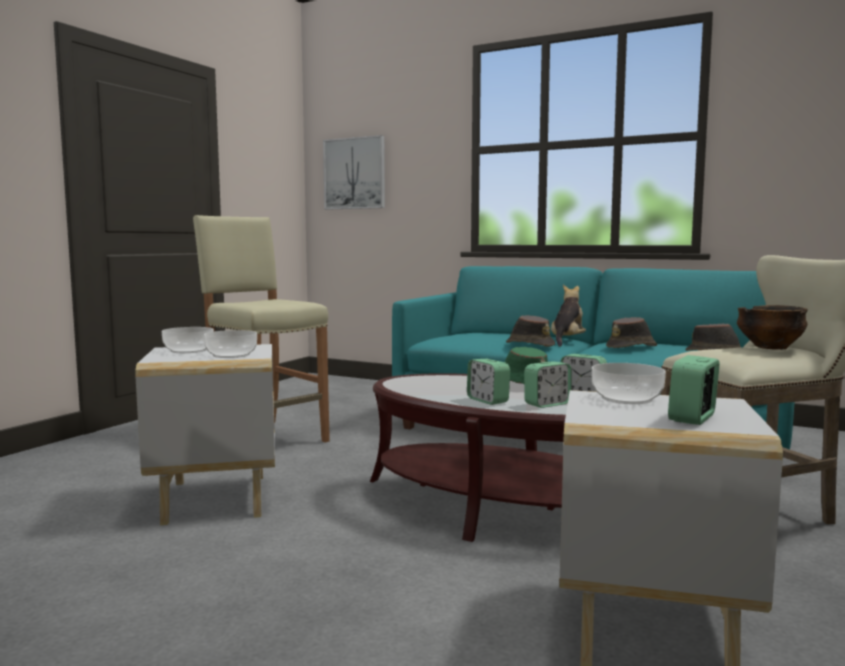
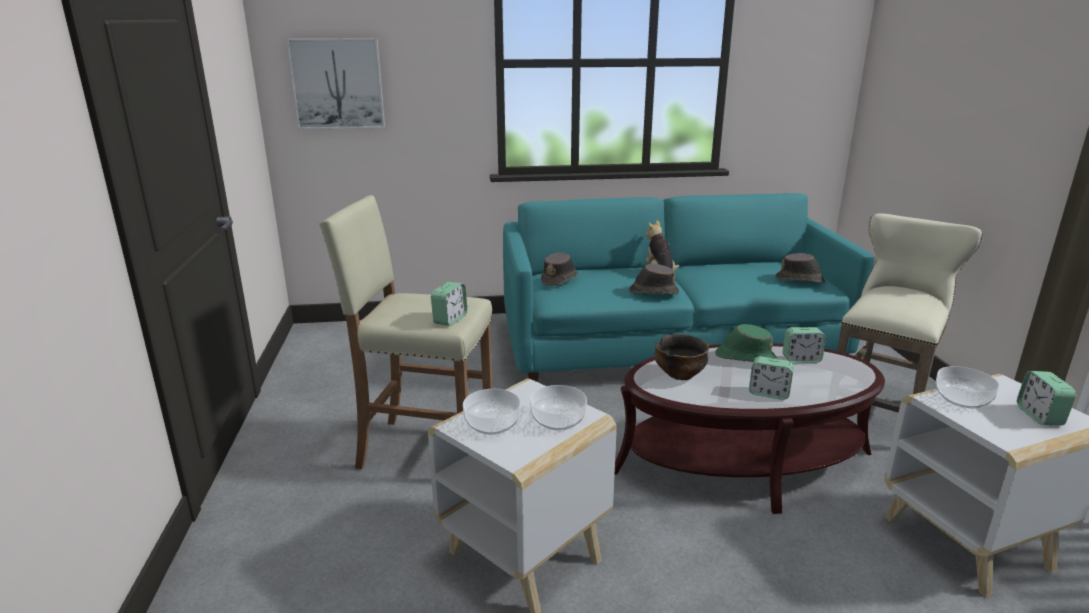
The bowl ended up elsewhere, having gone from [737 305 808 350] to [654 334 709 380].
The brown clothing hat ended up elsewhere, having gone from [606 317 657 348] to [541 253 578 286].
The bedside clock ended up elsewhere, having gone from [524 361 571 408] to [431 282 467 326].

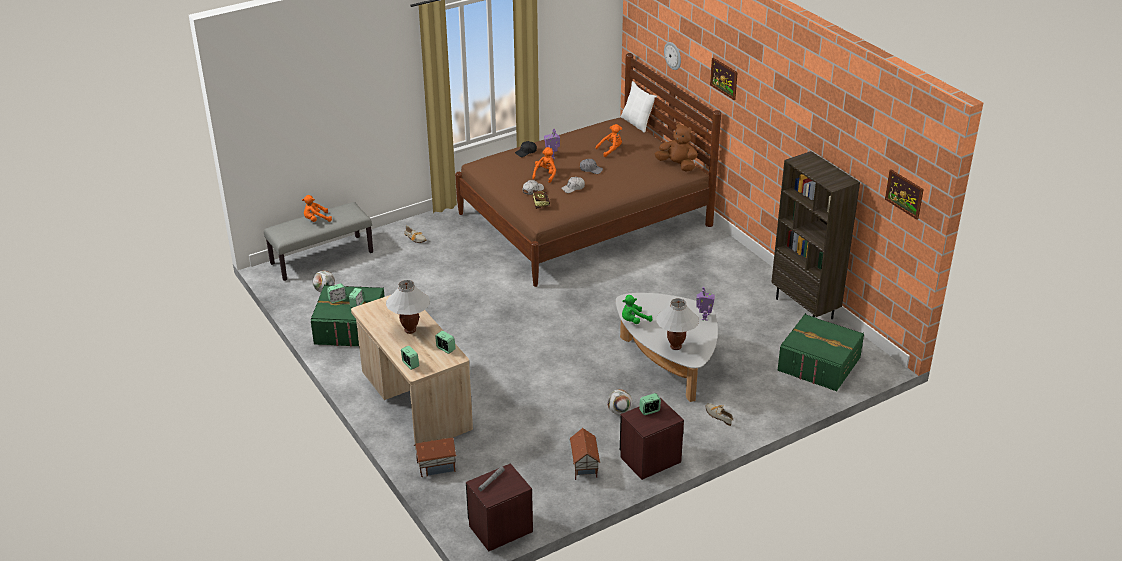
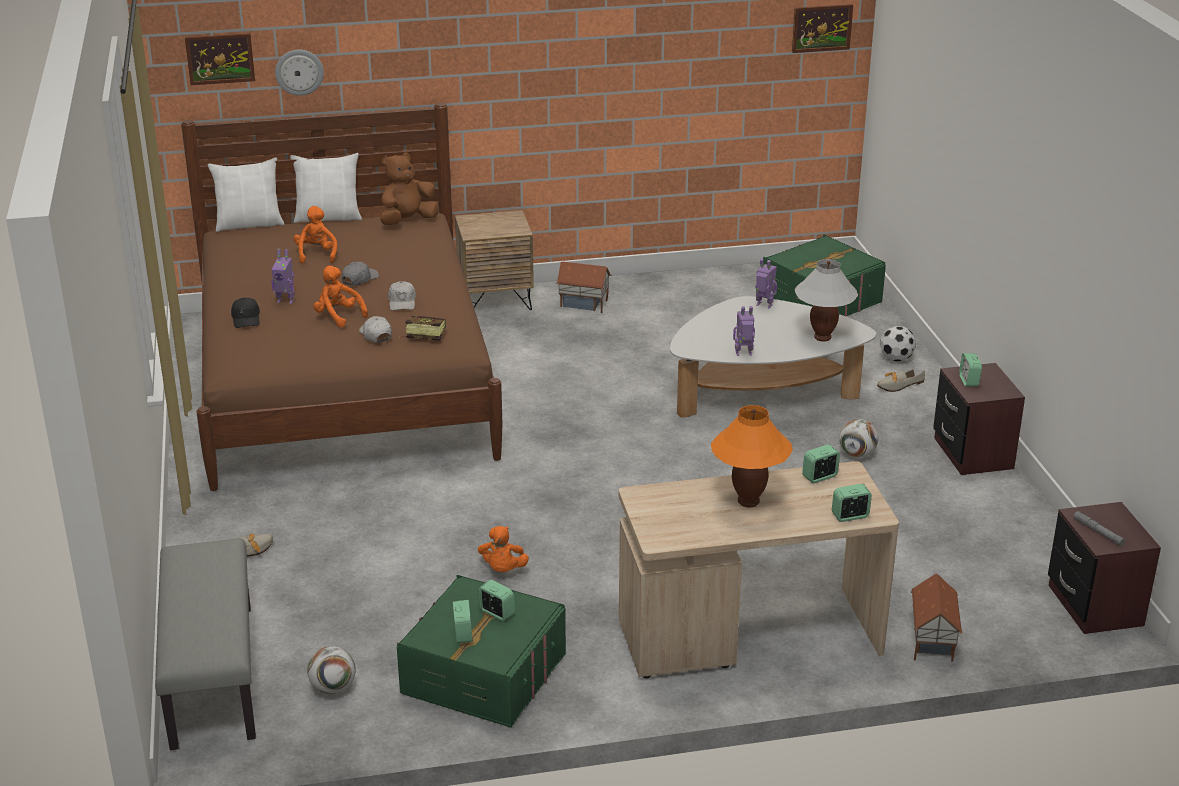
The wall picture ended up elsewhere, having gone from [710 58 738 100] to [185 33 255 85].
The second view lost the brown bookshelf at [771 151 860 319].
The orange soft toy ended up elsewhere, having gone from [302 195 332 222] to [478 526 529 572].
What was the whitish table lamp at [386 280 430 334] turned into the orange table lamp at [711 405 793 507].
Where the green soft toy stood at [622 295 652 324], the robot figure came to stand at [733 306 755 356].
The model house ended up elsewhere, having gone from [569 428 601 480] to [556 262 612 313].
The second view gained the whitish pillow at [290 153 362 223].
The second view gained the brown bedside table at [455 210 534 310].
The second view gained the ball for football at [880 326 916 362].

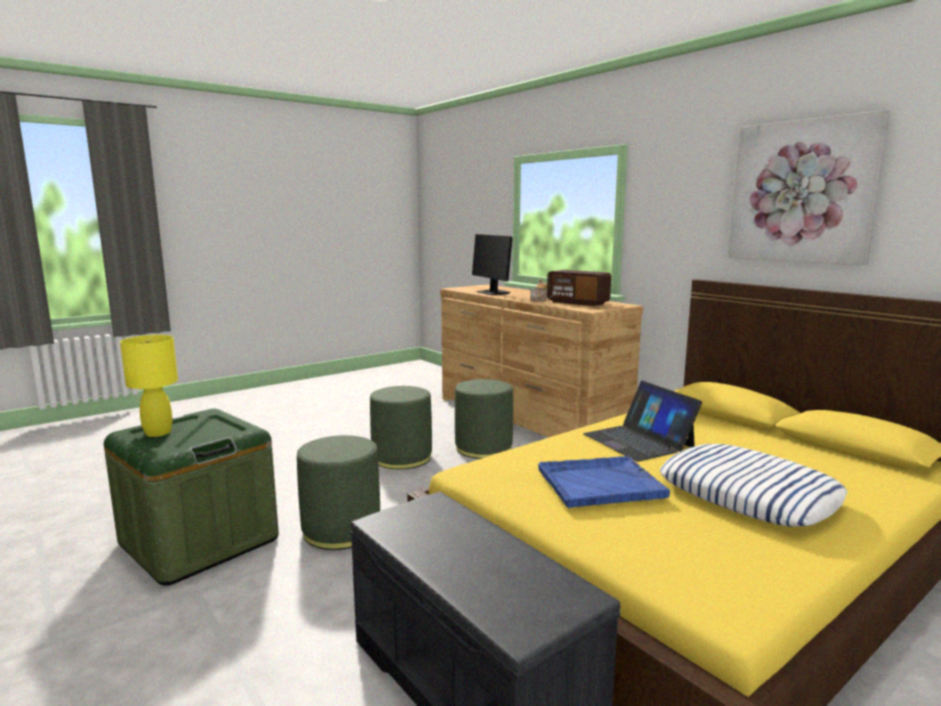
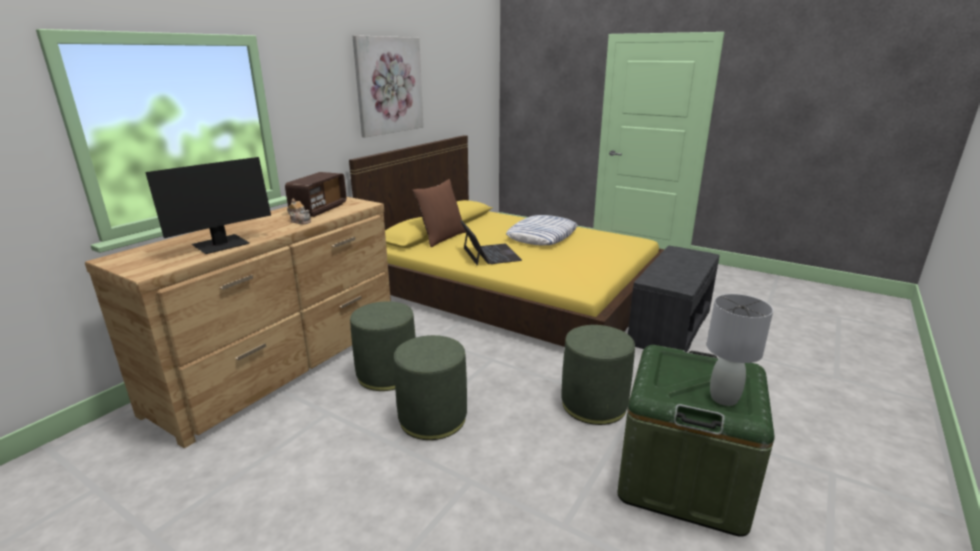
What was the yellow table lamp at [120 335 178 437] turned into the grey table lamp at [707 294 773 406].
The portable computer at [583 381 702 462] ended up facing another way, 60 degrees counterclockwise from before.
The second view lost the bluish tray at [538 456 670 508].
The second view gained the brown pillow at [412 179 466 247].

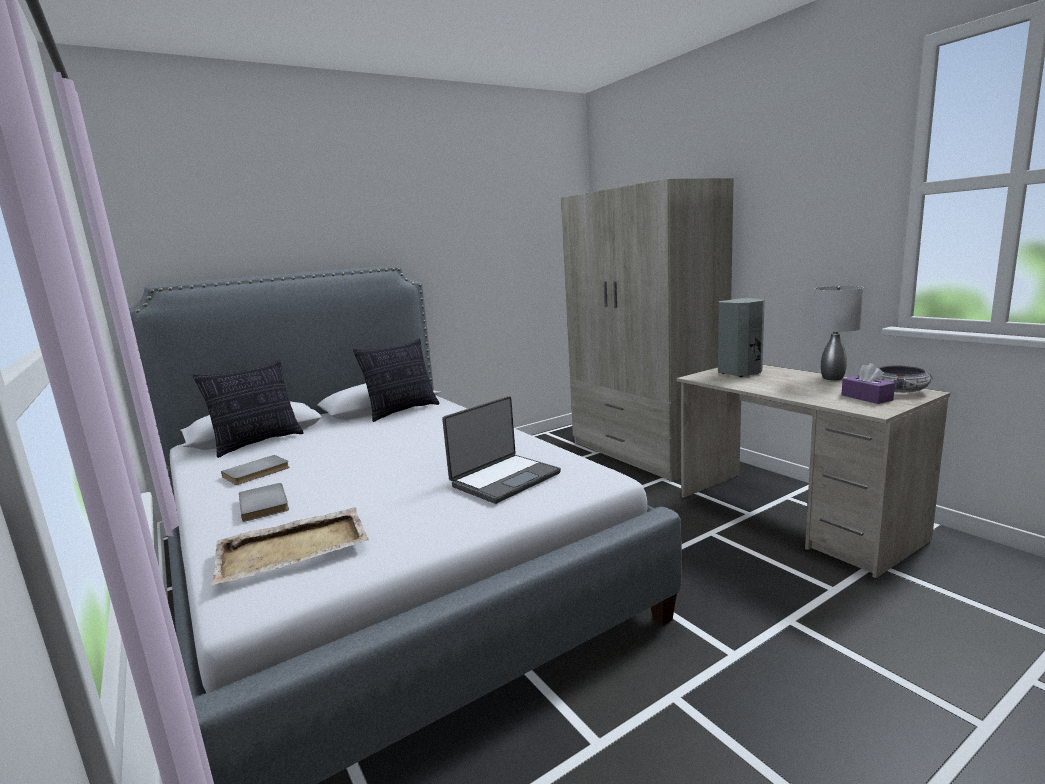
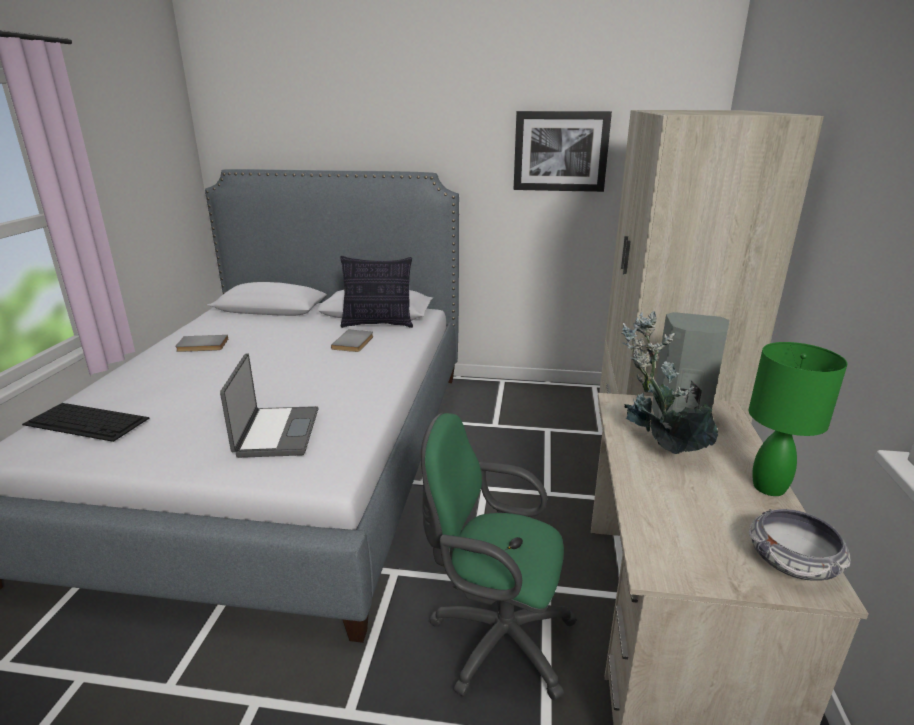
What was the grey table lamp at [812 286 864 380] turned into the green table lamp at [749 342 847 496].
The second view lost the pillow at [193 360 304 458].
The second view lost the purple-coloured tissue box at [841 363 895 404].
The portable computer at [442 396 561 504] ended up facing another way, 90 degrees counterclockwise from before.
The grey volume ended up elsewhere, having gone from [239 483 289 522] to [331 329 373 352].
Where the beige tray stood at [211 507 369 585], the computer keyboard came to stand at [22 403 149 442].
The second view gained the wall picture at [514 111 612 192].
The second view gained the houseplant at [622 311 718 454].
The second view gained the green desk chair at [421 412 577 701].

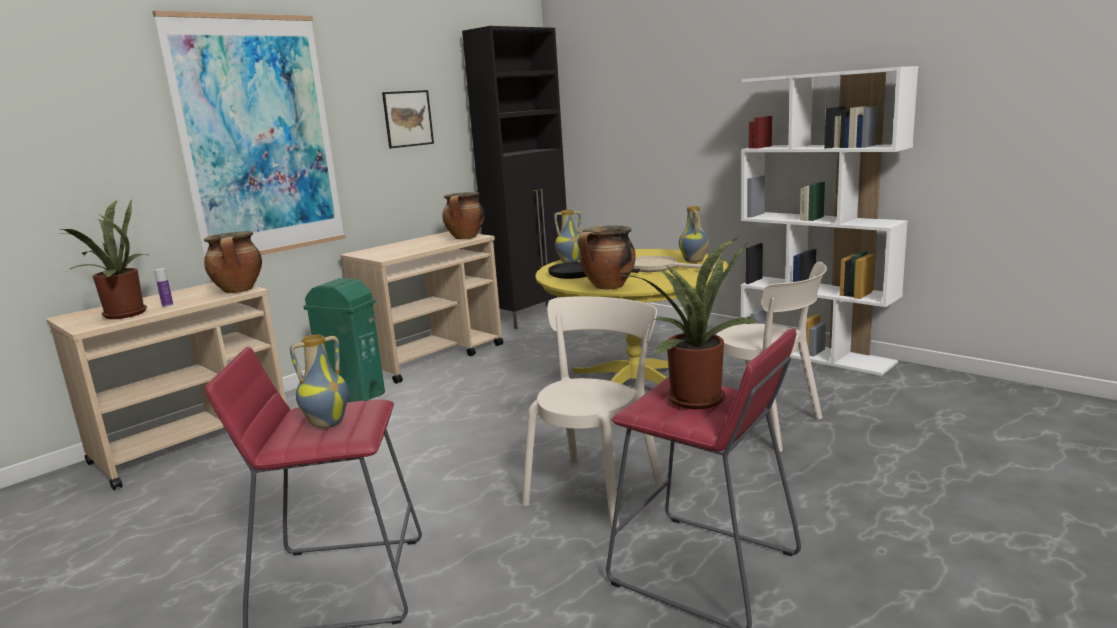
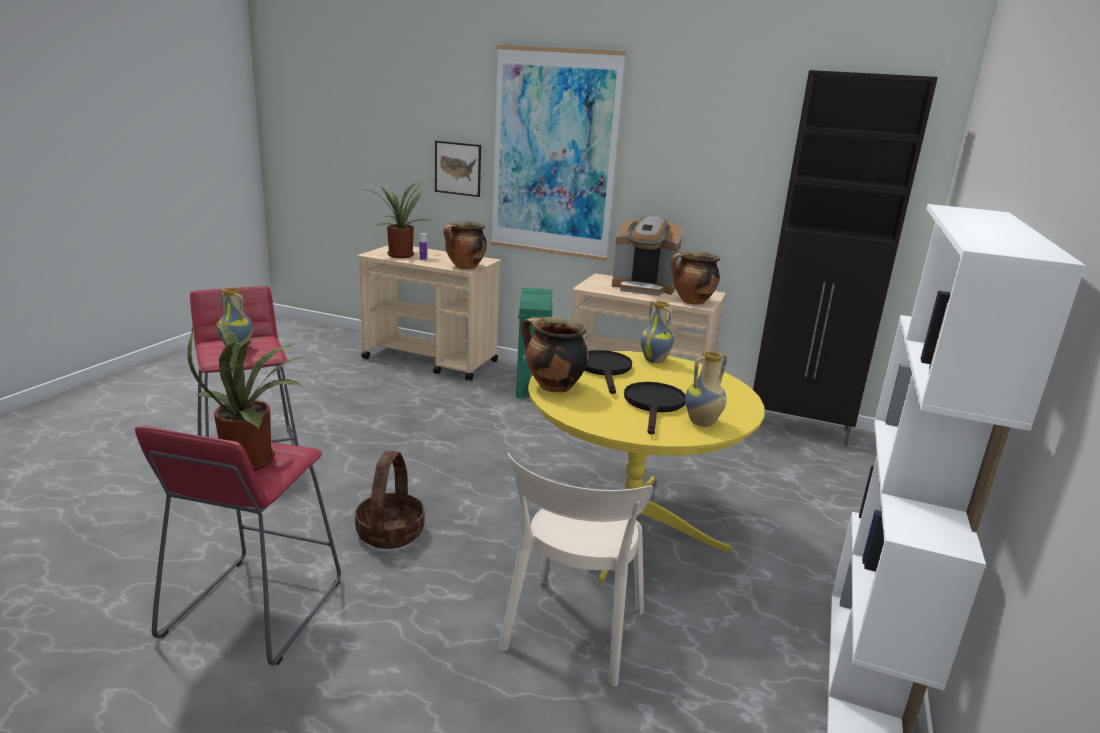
The wall picture ended up elsewhere, having gone from [382 90 434 148] to [435 141 481 197].
What was the beige frying pan at [633 256 715 272] turned into the blackish frying pan at [624 382 685 434].
Where the beige chair stood at [522 296 663 530], the basket came to stand at [355 451 425 549].
The second view gained the coffee maker at [612 216 683 296].

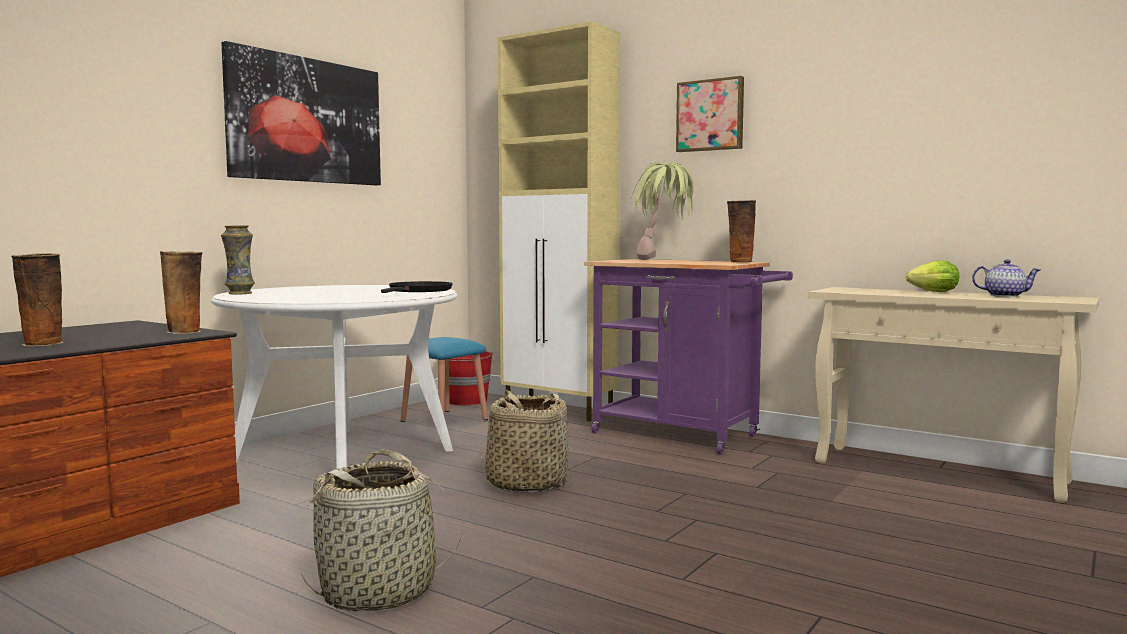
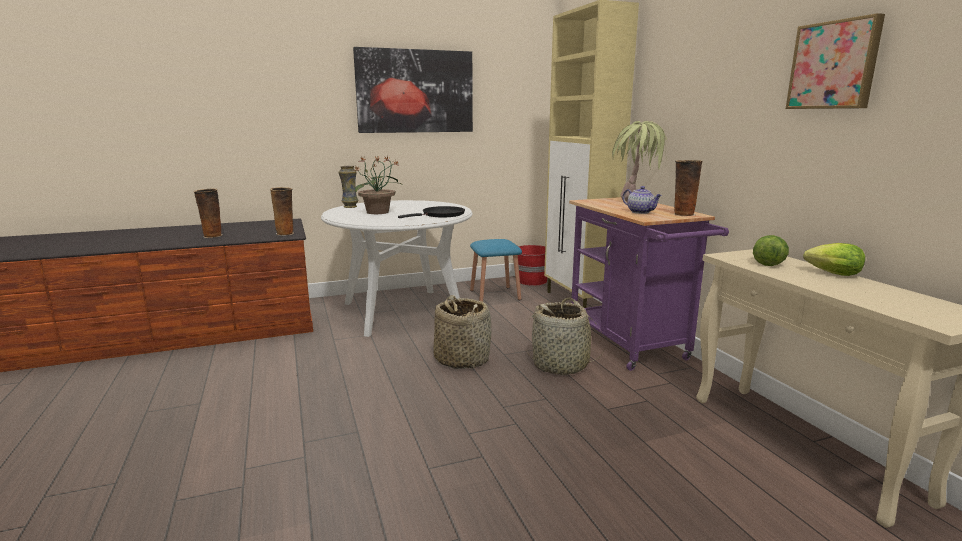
The wall picture ended up elsewhere, having gone from [676 76 744 152] to [786 13 885 109].
The teapot ended up elsewhere, having gone from [972 260 1040 297] to [622 186 662 214].
The basket ended up elsewhere, having gone from [301 449 462 611] to [526 298 605 375].
The second view gained the houseplant at [352 155 403 214].
The second view gained the lettuce head at [753 235 789 266].

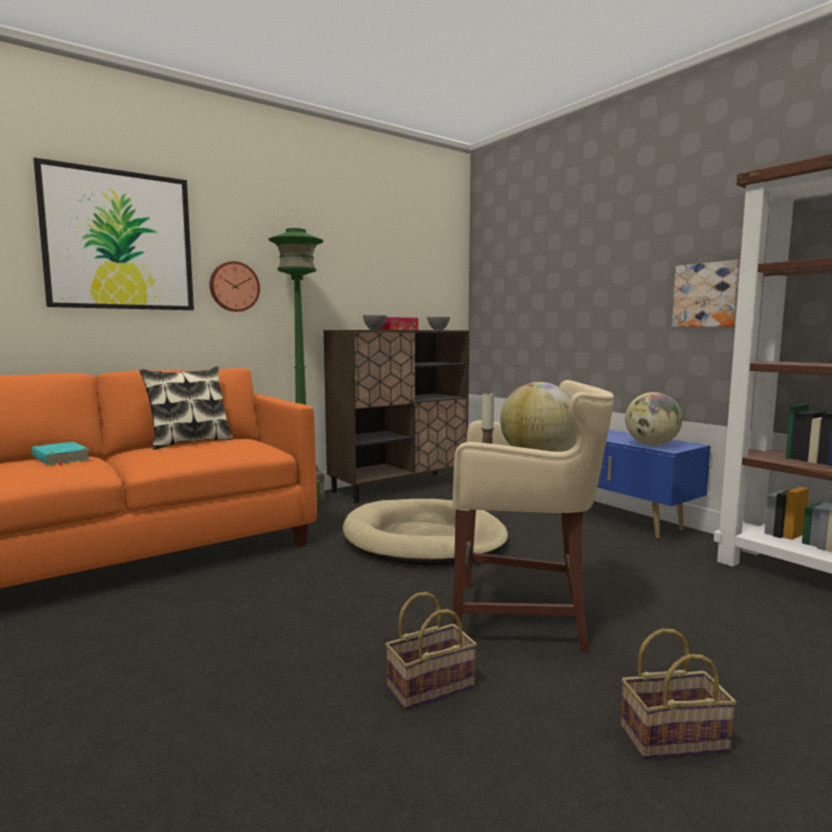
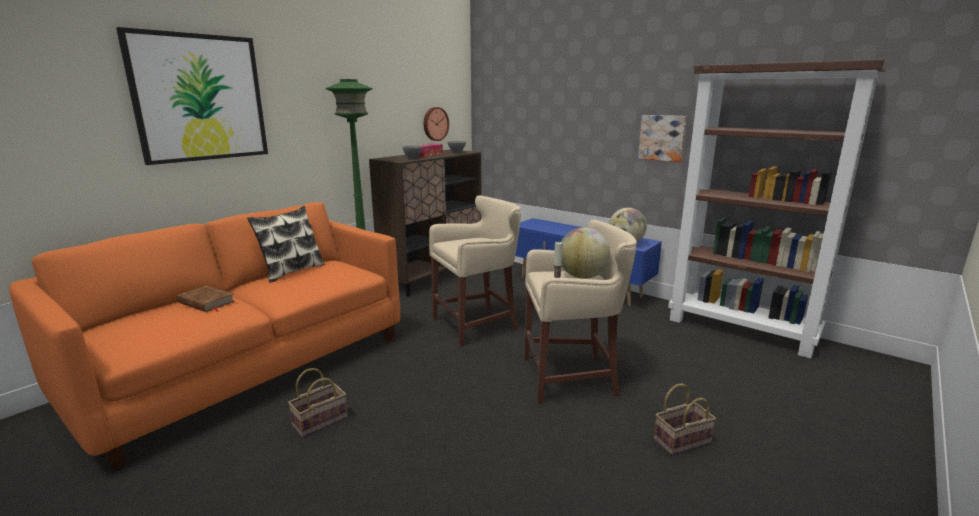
The wall clock ended up elsewhere, having gone from [209 261 260 312] to [423 107 449 141].
What was the blue-green volume at [32 442 90 466] turned into the brown volume at [177 285 235 312].
Where the beige dog cushion stood at [343 499 508 566], the beige stool came to stand at [429 195 521 347].
The basket ended up elsewhere, having gone from [385 592 477 710] to [288 368 348 438].

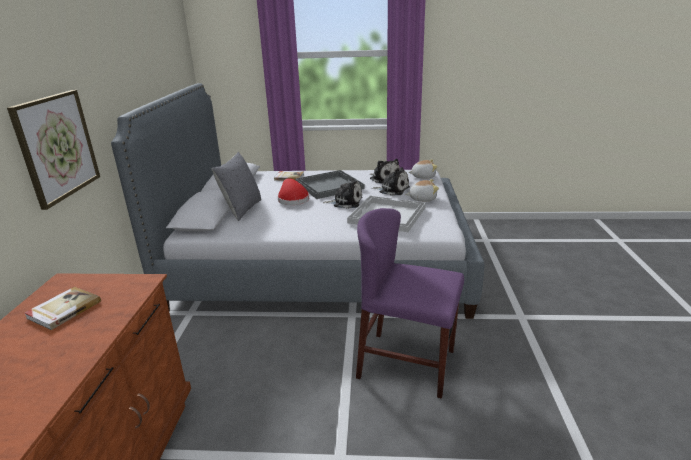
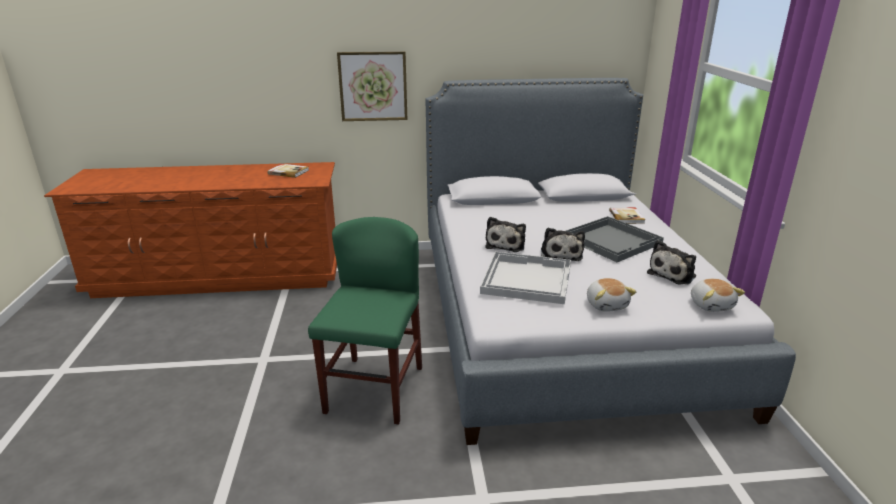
The second view lost the grey pillow at [212 152 261 221].
The soft toy ended up elsewhere, having gone from [372 167 410 196] to [485 217 526 252].
The second view lost the red-coloured clothing hat at [278 178 309 205].
What was the purple-coloured chair at [356 208 464 399] turned into the green chair at [308 217 422 425].

